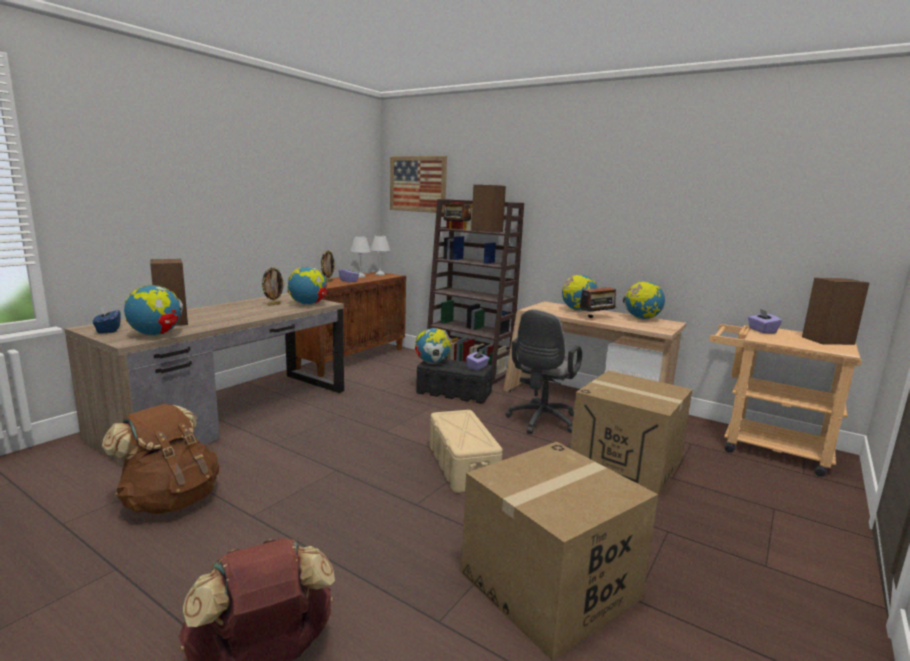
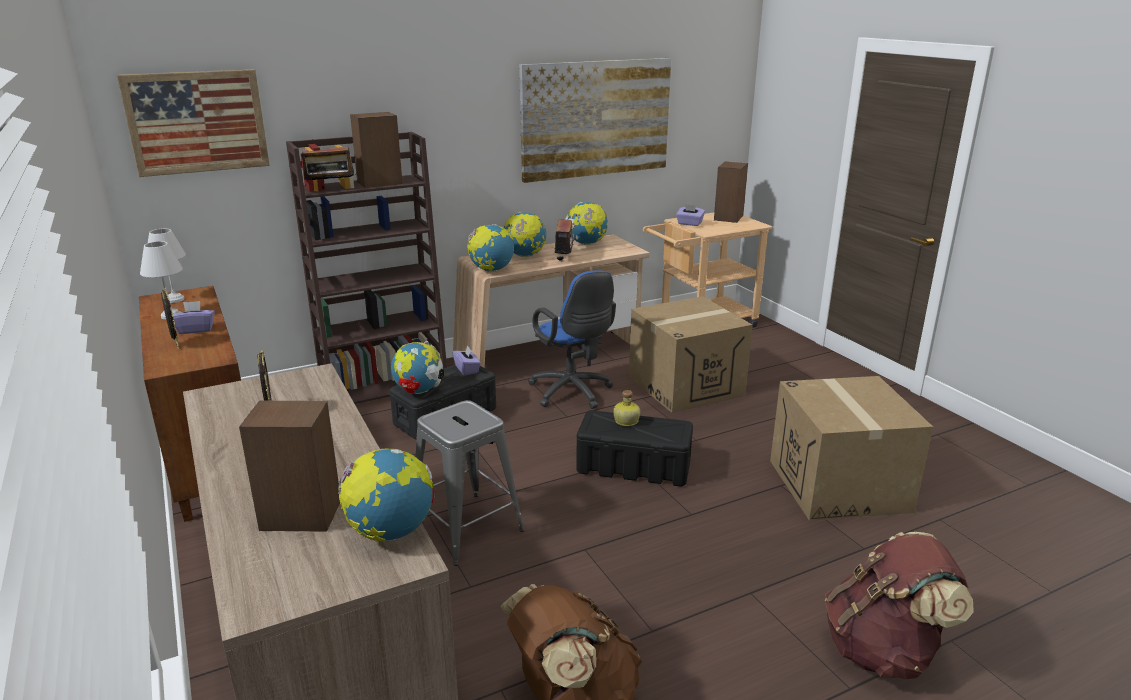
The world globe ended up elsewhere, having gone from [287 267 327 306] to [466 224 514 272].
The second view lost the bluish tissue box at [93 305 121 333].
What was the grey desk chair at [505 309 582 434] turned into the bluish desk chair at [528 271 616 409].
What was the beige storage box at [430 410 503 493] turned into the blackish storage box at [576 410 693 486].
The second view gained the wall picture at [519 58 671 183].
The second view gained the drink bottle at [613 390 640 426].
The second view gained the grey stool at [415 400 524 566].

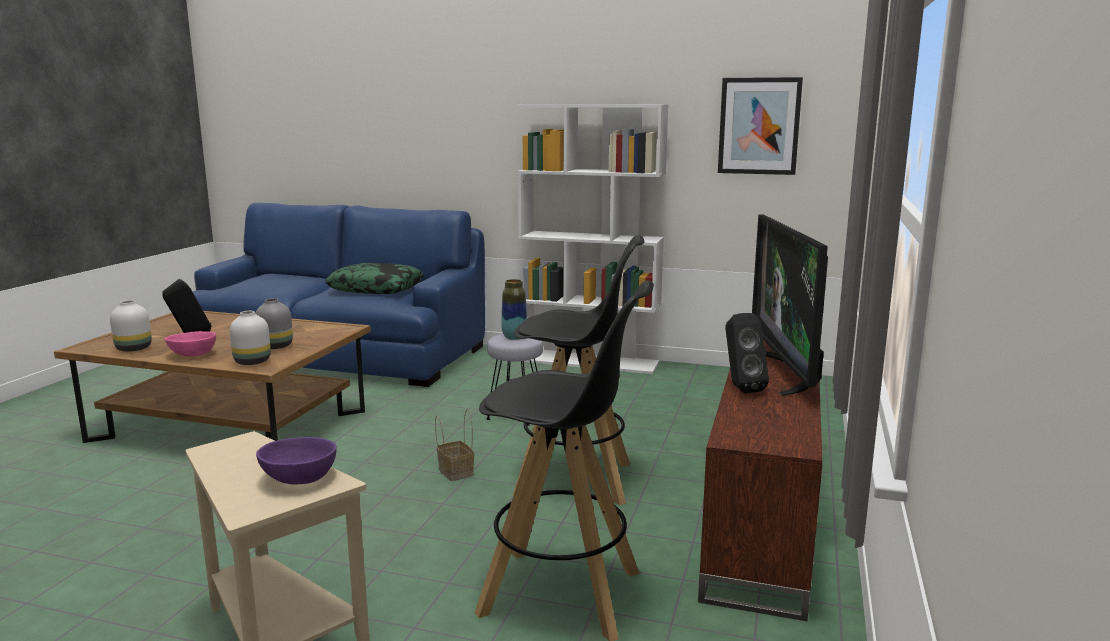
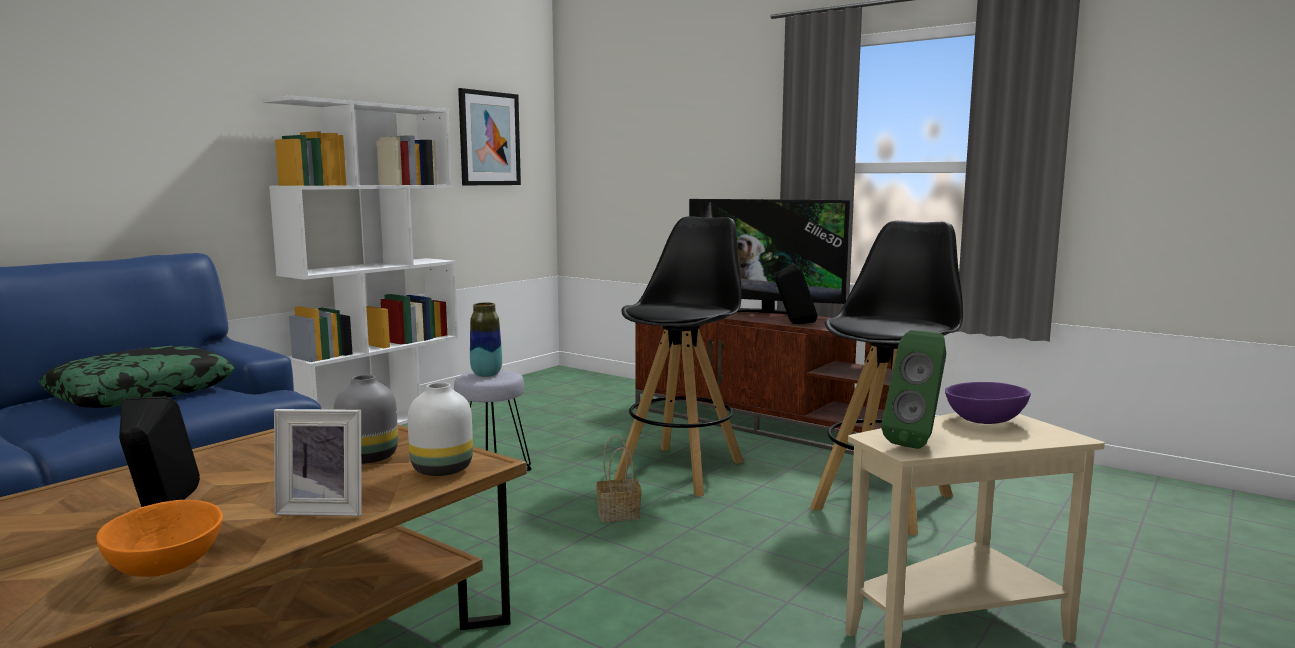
Where the whitish flower vase stood at [110 300 152 352], the orange bowl came to stand at [96 500 223 577].
Where the pinkish bowl stood at [165 331 216 356], the photo frame came to stand at [274 409 362 516].
The second view gained the green speaker at [881 330 946 449].

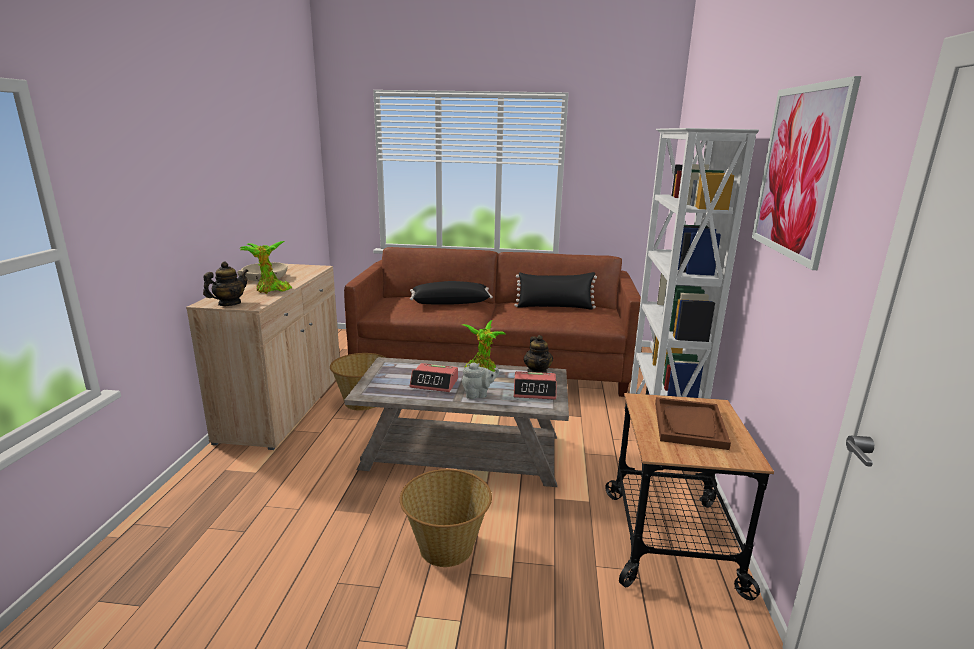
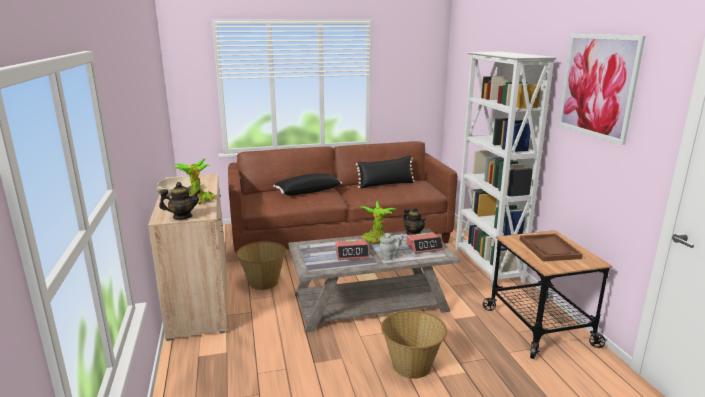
The teapot at [203 261 248 306] ended up facing another way, 60 degrees clockwise from before.

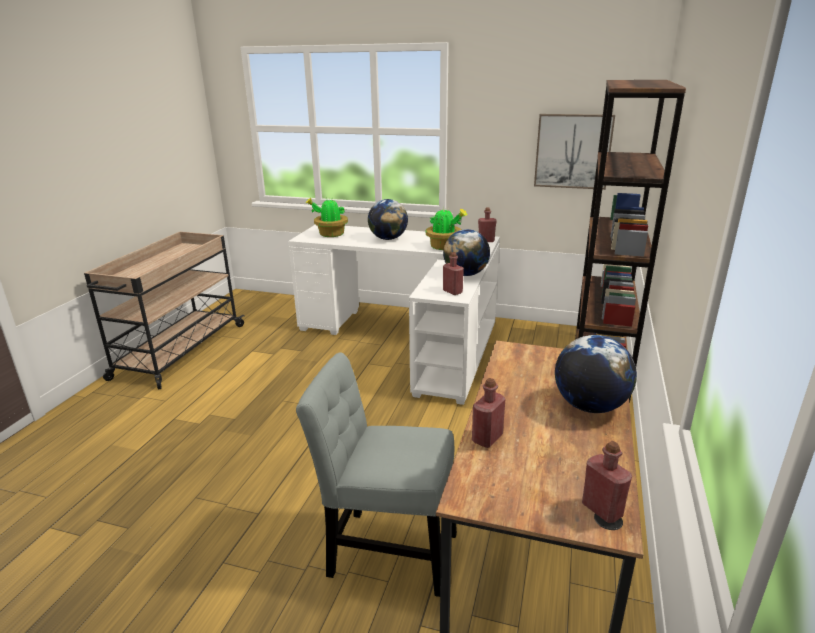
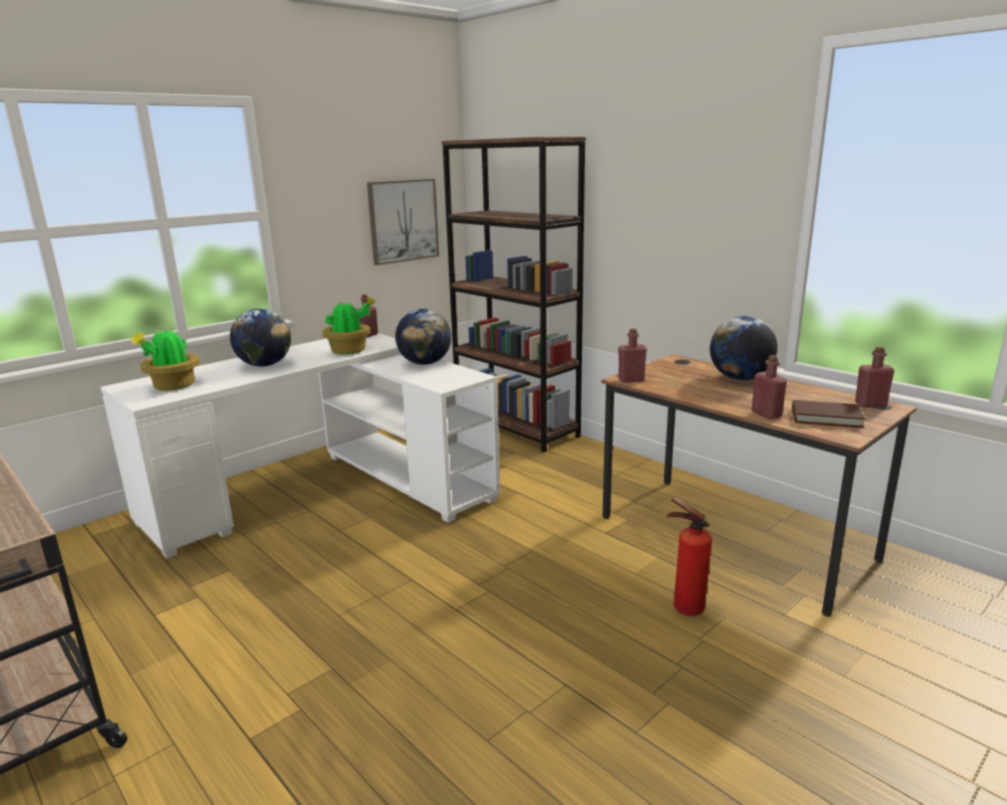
The red-coloured drink bottle ended up elsewhere, having gone from [443 252 464 295] to [618 329 647 383].
Where the grey chair stood at [296 352 457 597], the fire extinguisher came to stand at [666 496 712 616].
The second view gained the brown volume at [792 400 866 428].

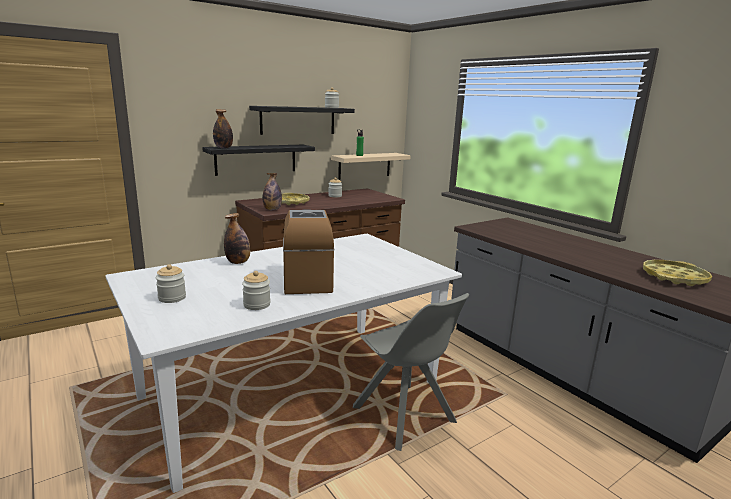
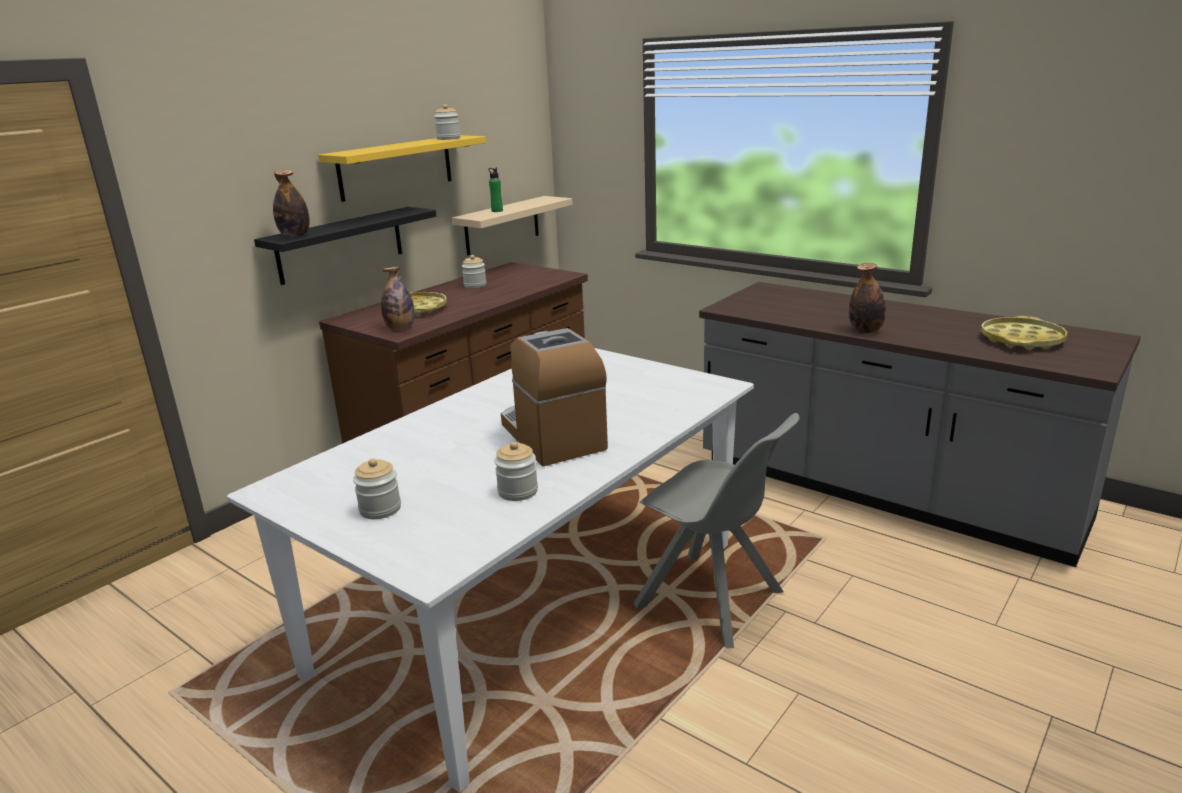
What was the blackish bracket shelf at [249 106 355 135] turned into the yellow bracket shelf at [318 135 486 202].
The drink bottle ended up elsewhere, having gone from [224 213 250 264] to [849 263 886 333].

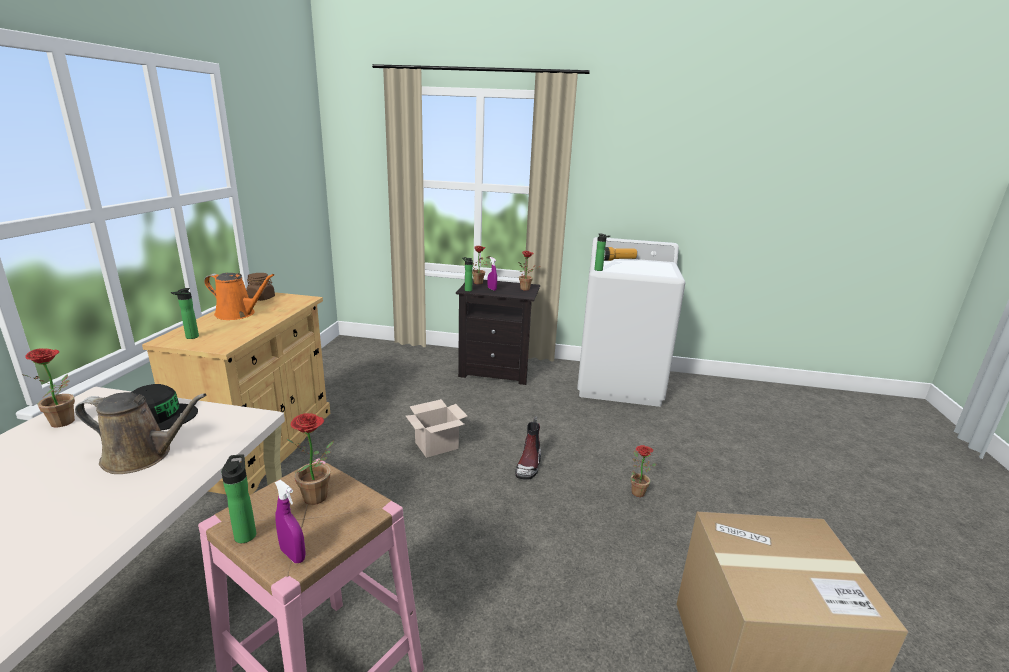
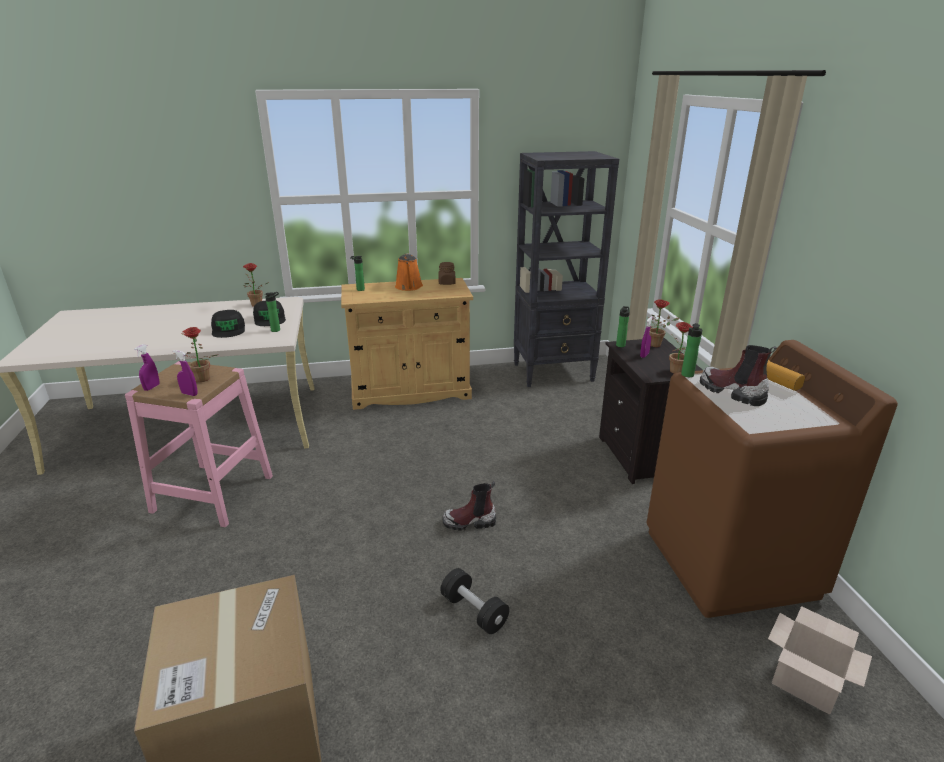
What was the whitish washing machine at [577 237 685 407] turned into the brown washing machine at [647 340 898 618].
Where the brown watering can stood at [75 392 207 474], the blackish peaked cap came to stand at [211 310 245 338].
The carton ended up elsewhere, having gone from [406 399 467 458] to [768 606 872 715].
Where the houseplant stood at [631 445 656 497], the blackish dumbbell came to stand at [440 568 509 634].
The drink bottle ended up elsewhere, having gone from [221 454 256 543] to [265 292 280 332].
The second view gained the blackish bookshelf at [514 151 619 387].
The second view gained the boot at [700 345 777 406].
The second view gained the purple-coloured sprayer at [173 350 198 396].

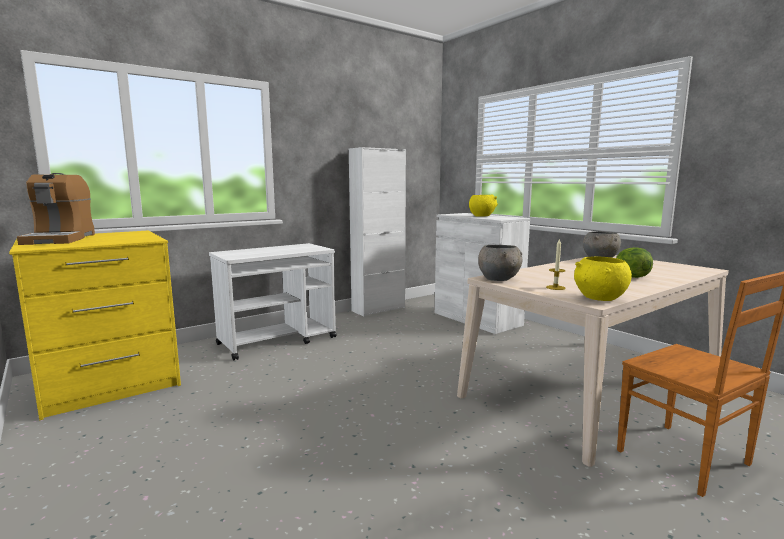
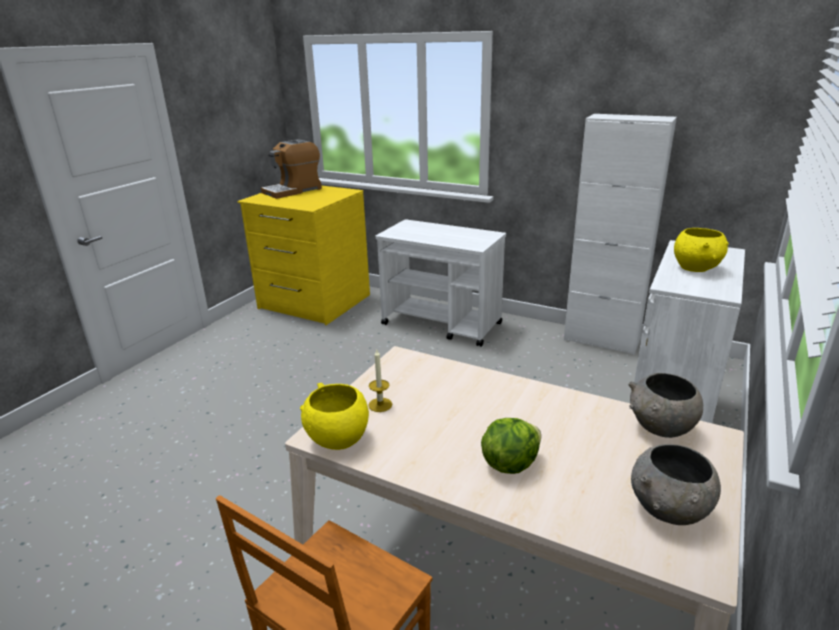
The grey bowl ended up elsewhere, having gone from [478 245 522 281] to [631 444 721 525].

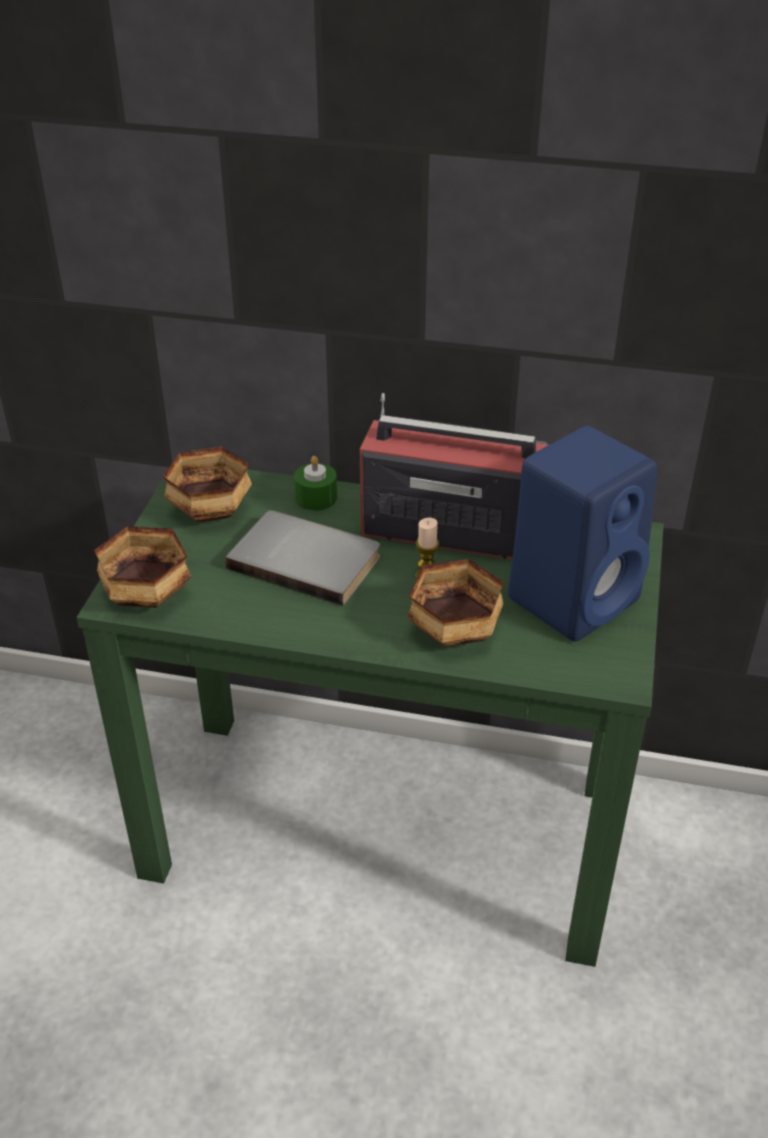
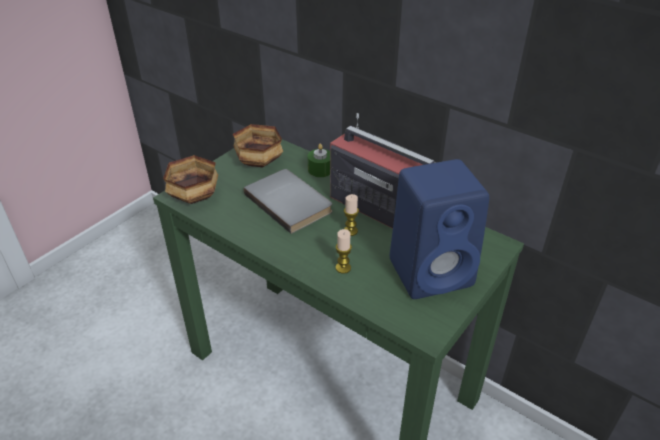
Where the bowl stood at [407 559 504 647], the candle came to stand at [336 229 352 274].

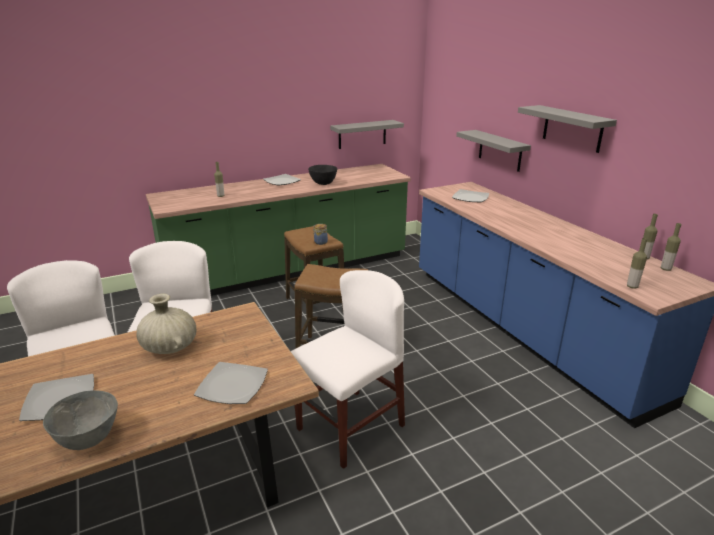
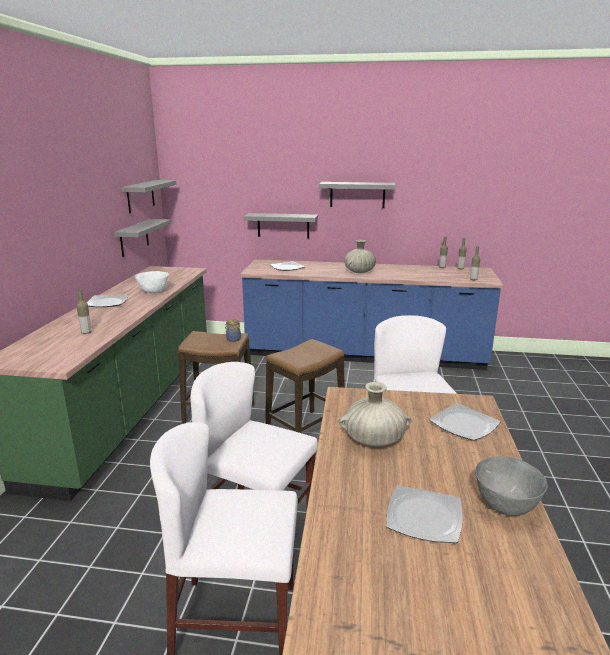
What was the blackish bowl at [308 165 337 185] turned into the whitish bowl at [135 271 169 293].
The second view gained the grey bracket shelf at [121 180 176 213].
The second view gained the beige flower vase at [344 240 376 273].

